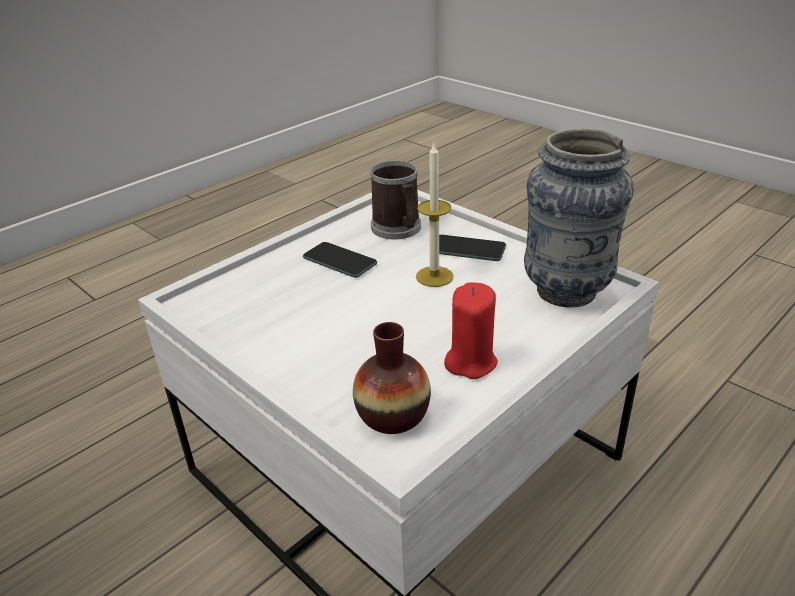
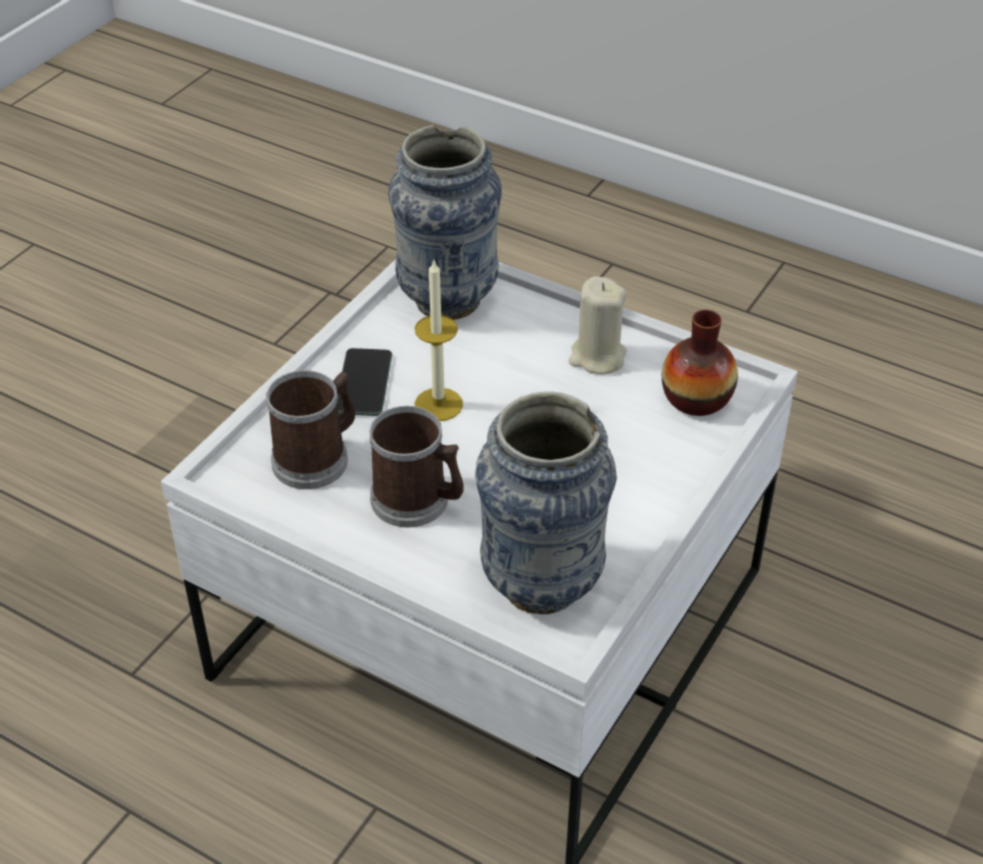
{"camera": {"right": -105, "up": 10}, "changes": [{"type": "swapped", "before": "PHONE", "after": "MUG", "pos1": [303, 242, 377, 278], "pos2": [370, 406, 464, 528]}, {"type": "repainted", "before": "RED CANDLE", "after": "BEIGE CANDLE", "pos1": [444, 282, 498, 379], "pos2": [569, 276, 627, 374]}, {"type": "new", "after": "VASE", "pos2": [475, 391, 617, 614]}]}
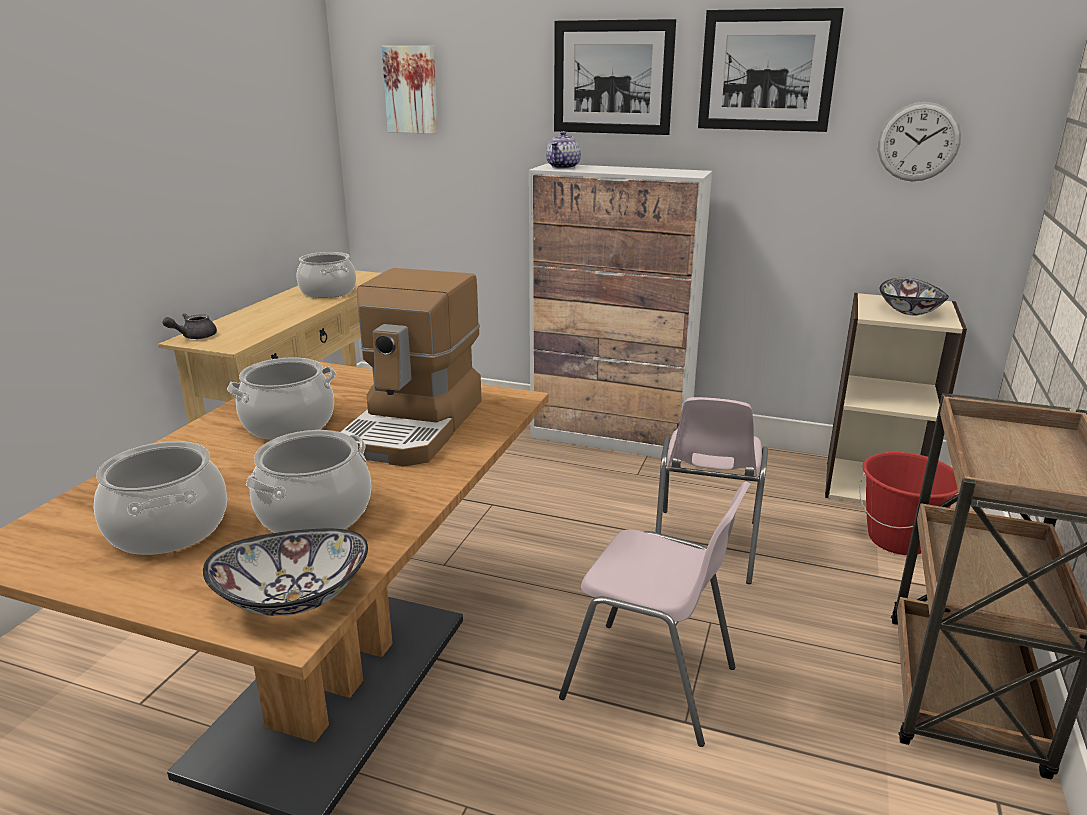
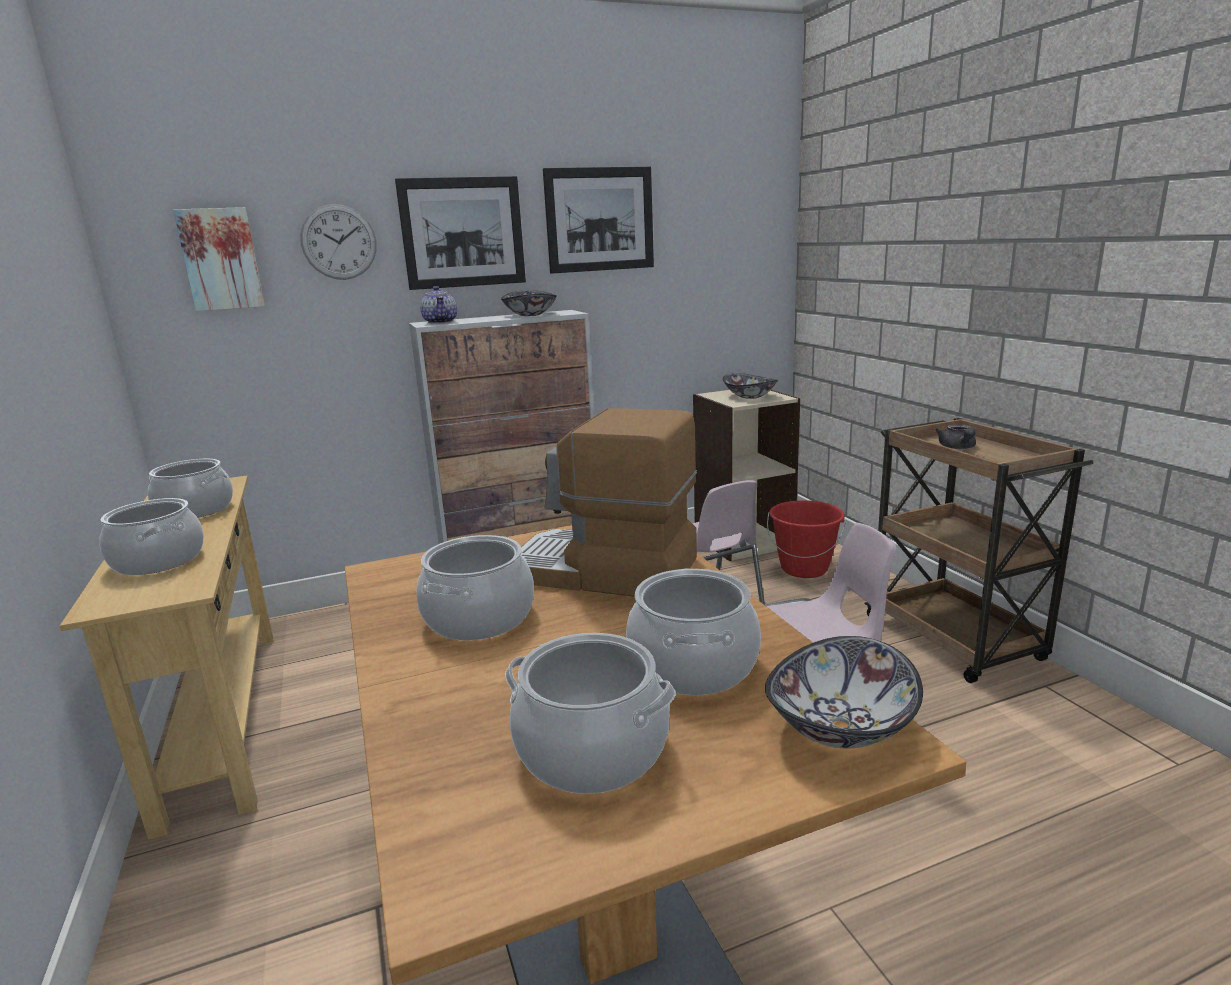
{"camera": {"right": -40, "up": -5}, "changes": [{"type": "shifted", "before": "WALL CLOCK", "pos1": [878, 102, 961, 181], "pos2": [300, 204, 377, 280]}, {"type": "rotated", "before": "COFFEE MACHINE", "pos1": [340, 268, 482, 467], "pos2": [521, 408, 697, 597], "turn": 135}, {"type": "shifted", "before": "GREY TEAPOT", "pos1": [163, 313, 217, 339], "pos2": [936, 424, 976, 449]}, {"type": "new", "after": "BOWL", "pos2": [501, 290, 557, 316]}, {"type": "new", "after": "COOKING POT", "pos2": [99, 498, 204, 575]}]}
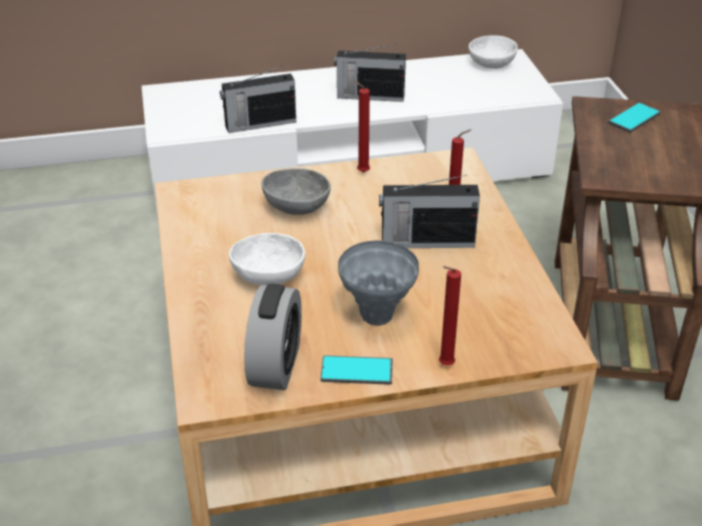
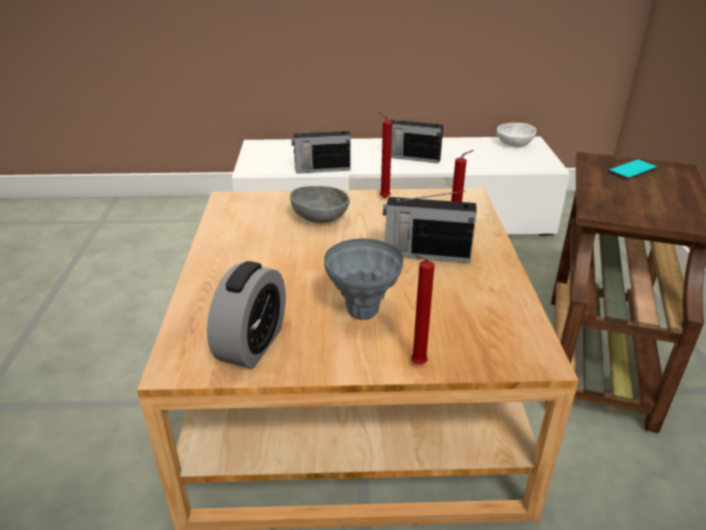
{"camera": {"right": 10, "up": -5}, "changes": [{"type": "gone", "before": "WHITE BOWL", "pos1": [229, 233, 305, 285]}, {"type": "gone", "before": "PHONE", "pos1": [320, 355, 393, 385]}]}
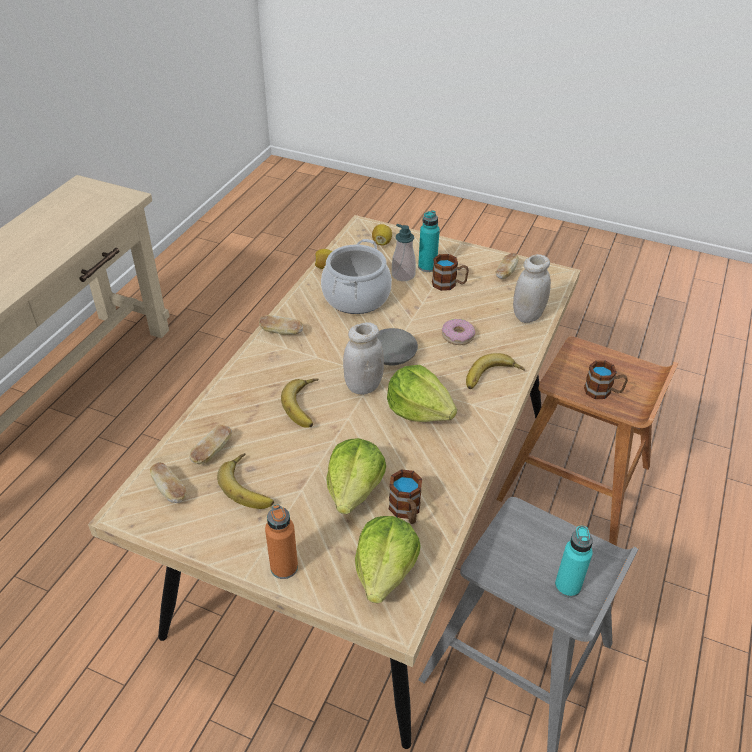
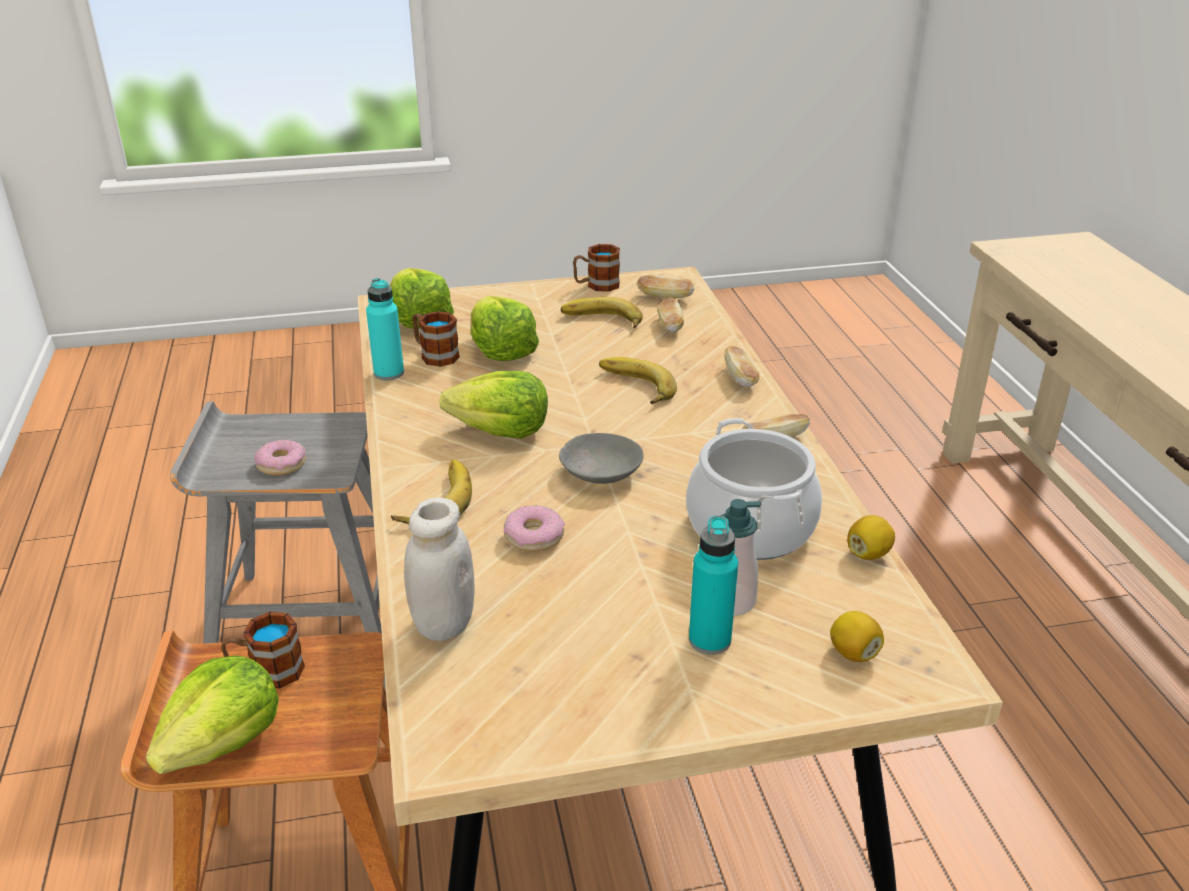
{"camera": {"right": 145, "up": -10}, "changes": [{"type": "shifted", "before": "BREAD", "pos1": [495, 253, 519, 279], "pos2": [724, 346, 760, 387]}, {"type": "shifted", "before": "MUG", "pos1": [432, 254, 469, 291], "pos2": [573, 244, 620, 292]}, {"type": "gone", "before": "WHITE JAR", "pos1": [343, 322, 384, 395]}, {"type": "gone", "before": "ORANGE BOTTLE", "pos1": [265, 505, 298, 579]}, {"type": "shifted", "before": "TURQUOISE BOTTLE", "pos1": [555, 526, 593, 597], "pos2": [366, 278, 404, 380]}, {"type": "new", "after": "DONUT", "pos2": [254, 440, 306, 476]}, {"type": "new", "after": "LETTUCE", "pos2": [146, 655, 279, 774]}]}
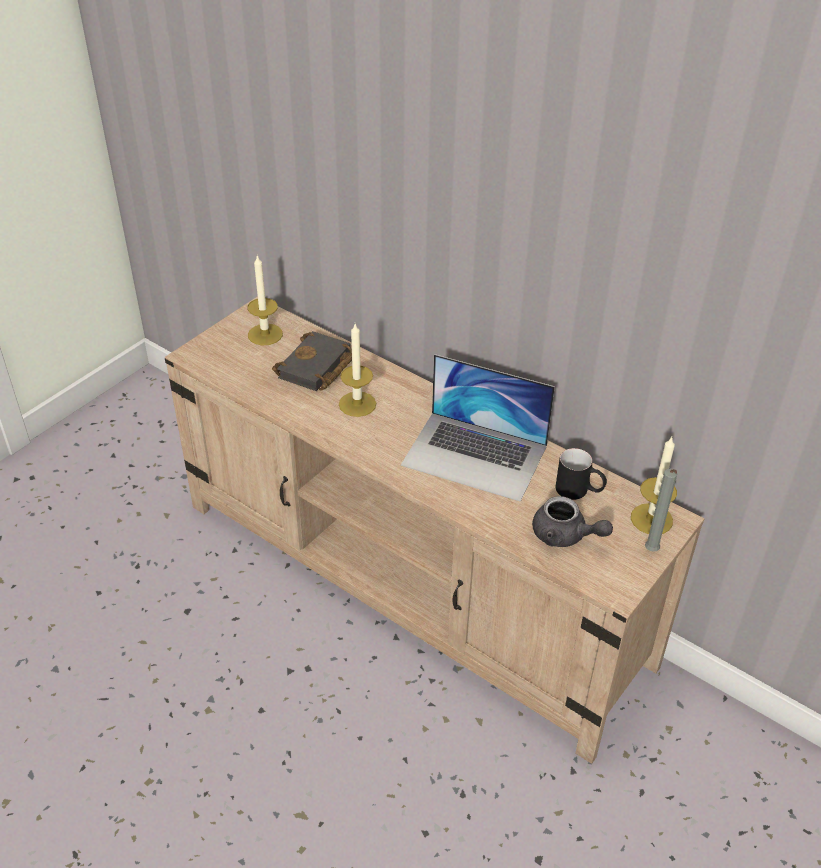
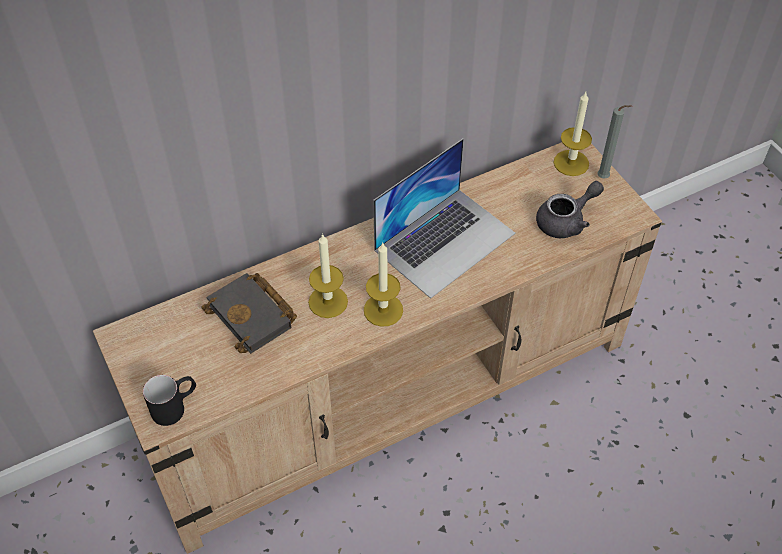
{"camera": {"right": -65, "up": 10}, "changes": [{"type": "shifted", "before": "CANDLE", "pos1": [248, 255, 283, 345], "pos2": [364, 242, 403, 327]}, {"type": "shifted", "before": "BLACK MUG", "pos1": [556, 448, 607, 500], "pos2": [143, 375, 196, 426]}]}
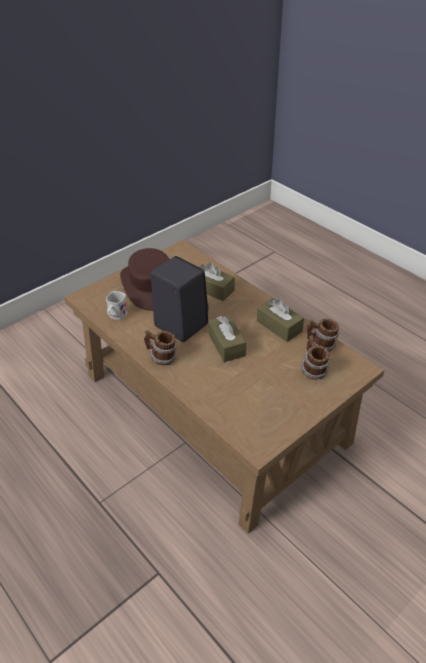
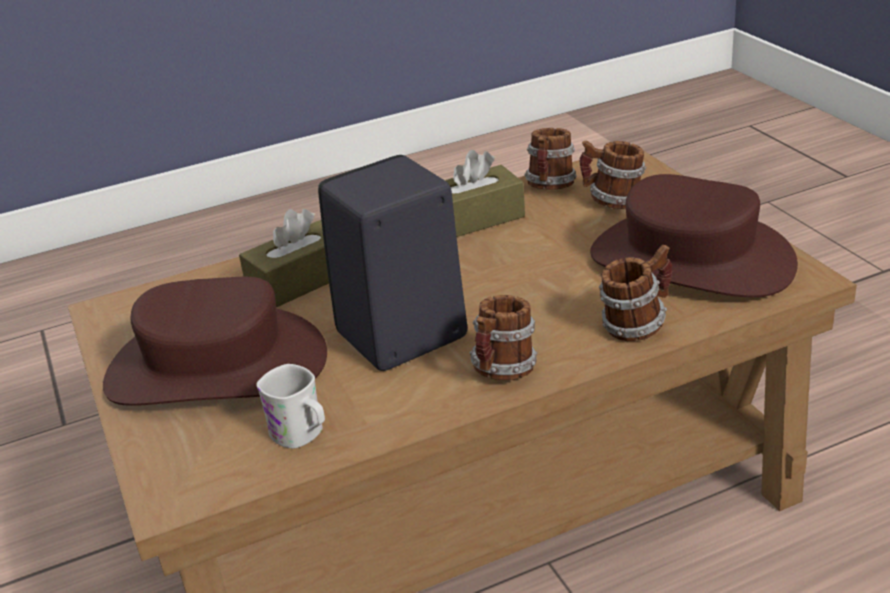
{"camera": {"right": -70, "up": -10}, "changes": [{"type": "gone", "before": "BROWN TISSUE BOX", "pos1": [208, 315, 246, 362]}, {"type": "new", "after": "BROWN HAT", "pos2": [590, 174, 798, 297]}, {"type": "new", "after": "MUG", "pos2": [599, 245, 672, 341]}]}
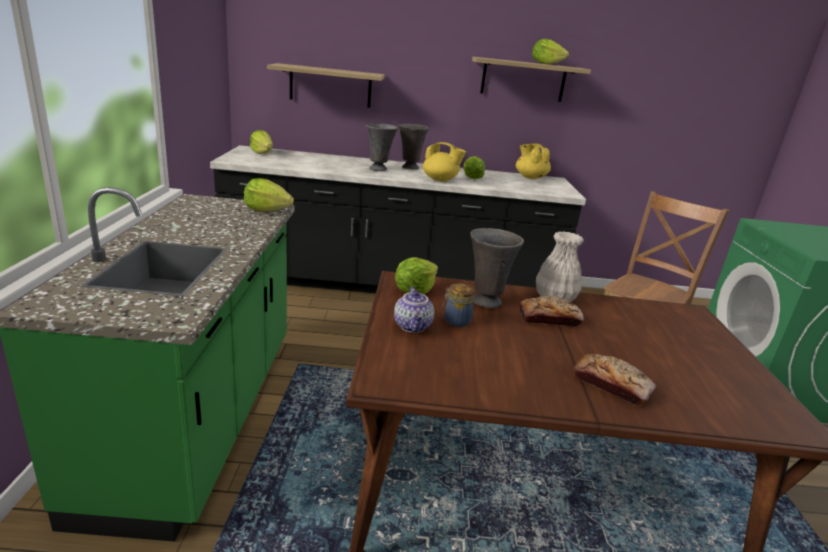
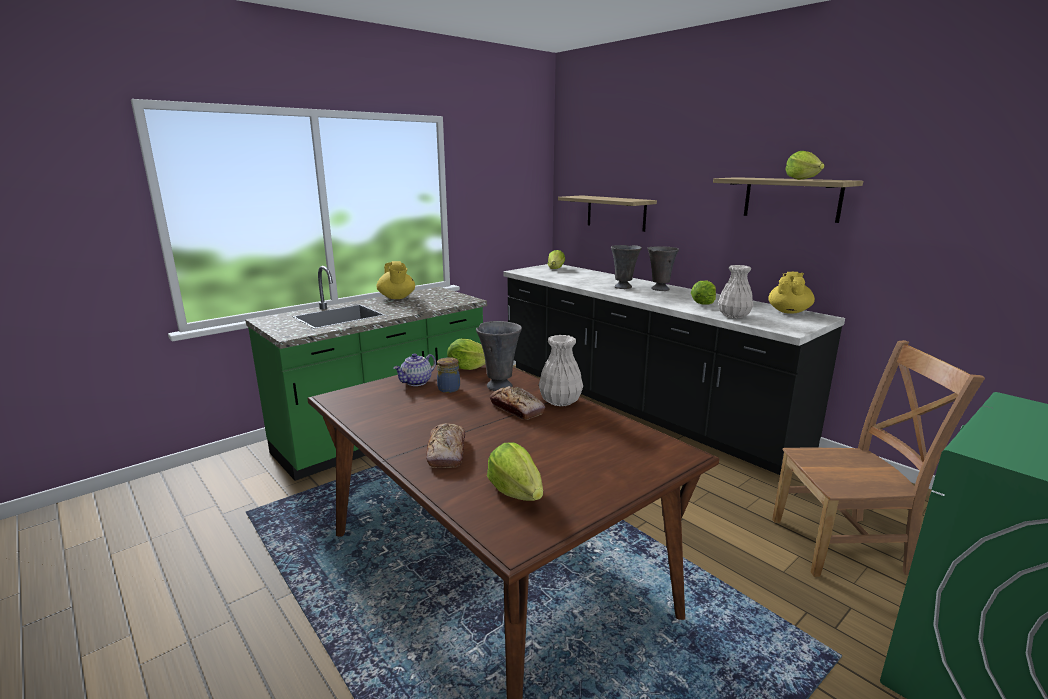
{"camera": {"right": 50, "up": -5}, "changes": [{"type": "shifted", "before": "YELLOW TEAPOT", "pos1": [423, 142, 466, 181], "pos2": [376, 261, 415, 299]}, {"type": "shifted", "before": "LETTUCE", "pos1": [244, 178, 294, 211], "pos2": [487, 442, 543, 501]}, {"type": "new", "after": "WHITE VASE", "pos2": [718, 265, 753, 318]}]}
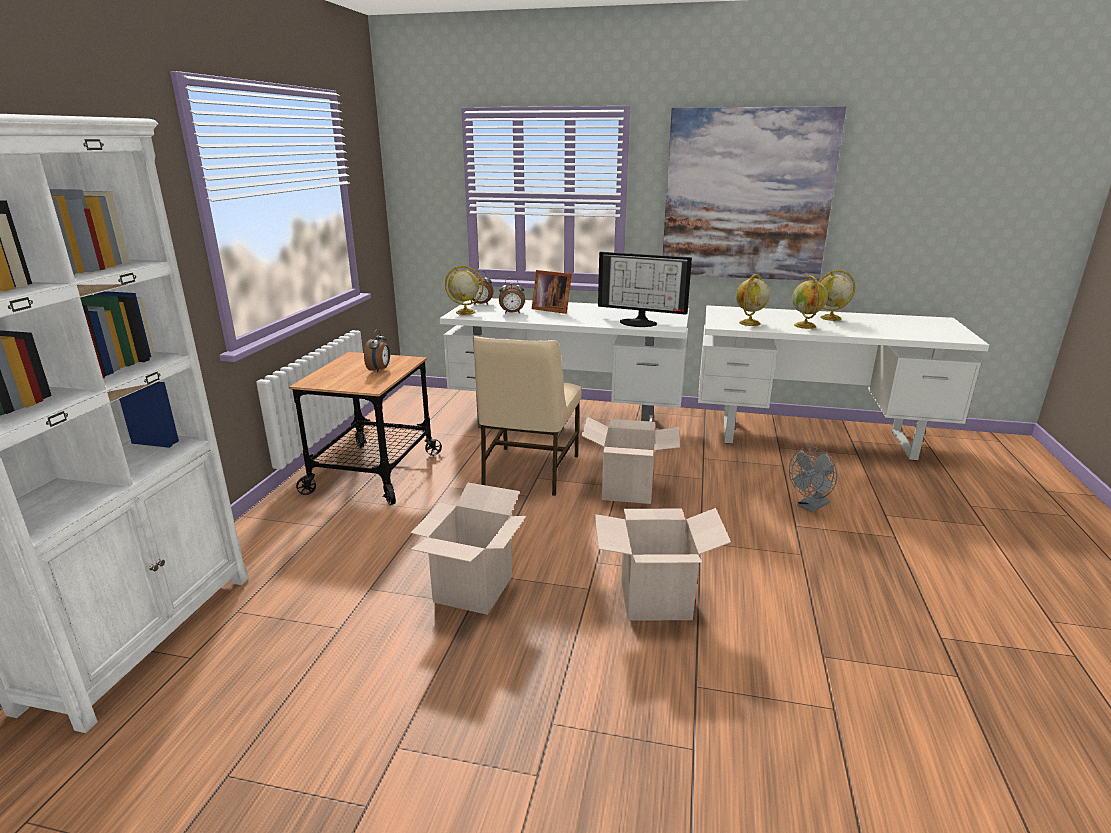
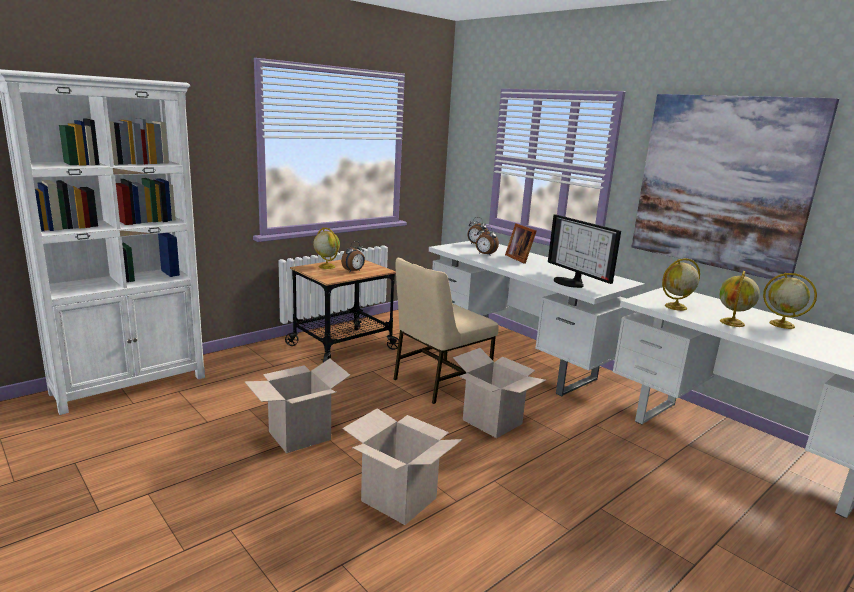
{"camera": {"right": 35, "up": -5}, "changes": [{"type": "shifted", "before": "GLOBE", "pos1": [445, 266, 484, 315], "pos2": [313, 227, 340, 269]}, {"type": "gone", "before": "GREY FAN", "pos1": [789, 447, 837, 512]}]}
